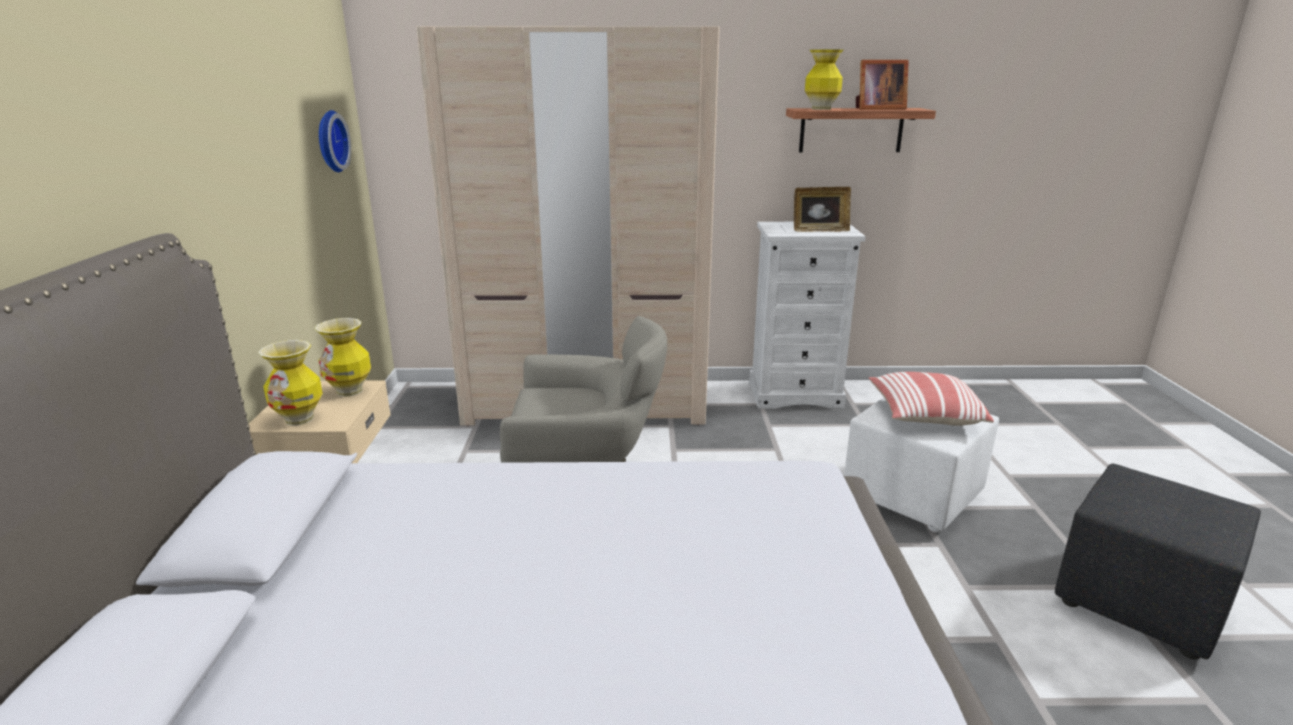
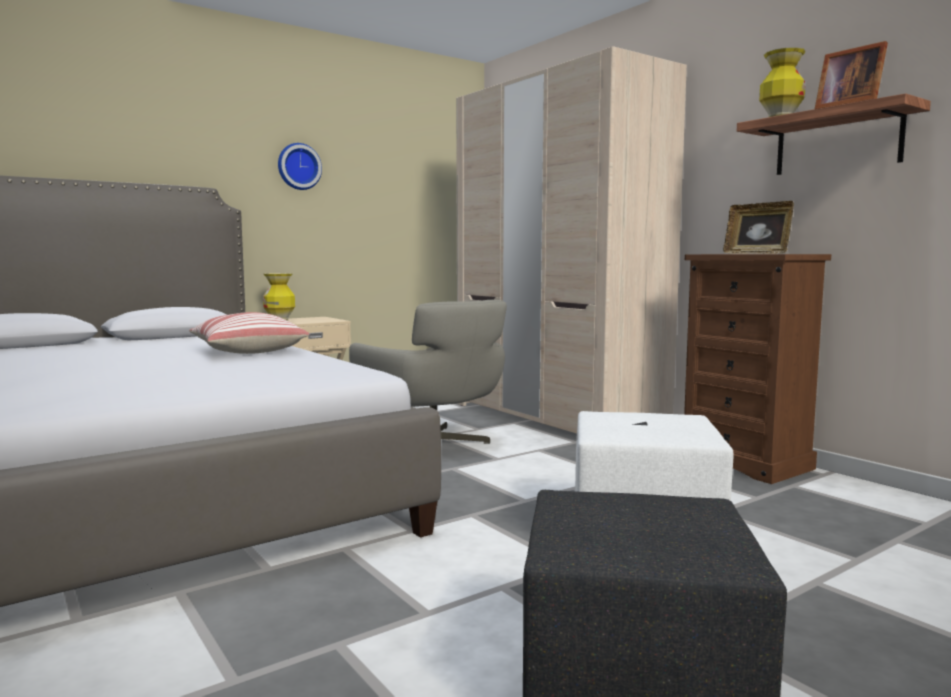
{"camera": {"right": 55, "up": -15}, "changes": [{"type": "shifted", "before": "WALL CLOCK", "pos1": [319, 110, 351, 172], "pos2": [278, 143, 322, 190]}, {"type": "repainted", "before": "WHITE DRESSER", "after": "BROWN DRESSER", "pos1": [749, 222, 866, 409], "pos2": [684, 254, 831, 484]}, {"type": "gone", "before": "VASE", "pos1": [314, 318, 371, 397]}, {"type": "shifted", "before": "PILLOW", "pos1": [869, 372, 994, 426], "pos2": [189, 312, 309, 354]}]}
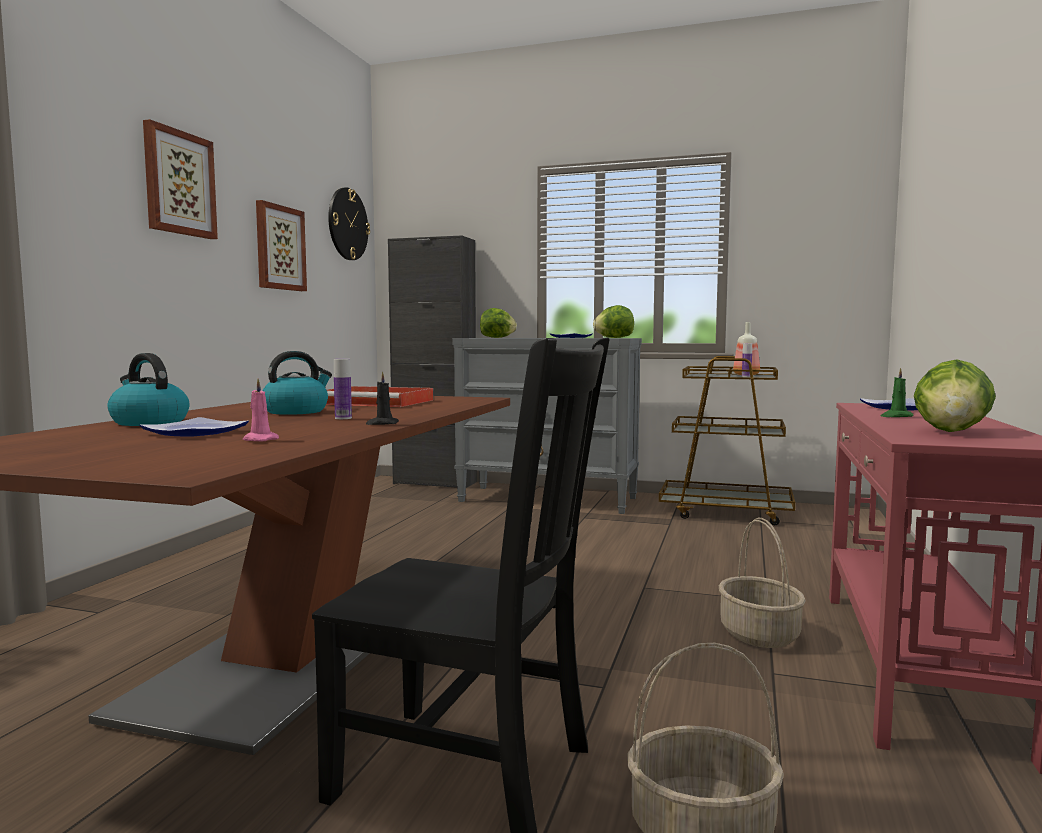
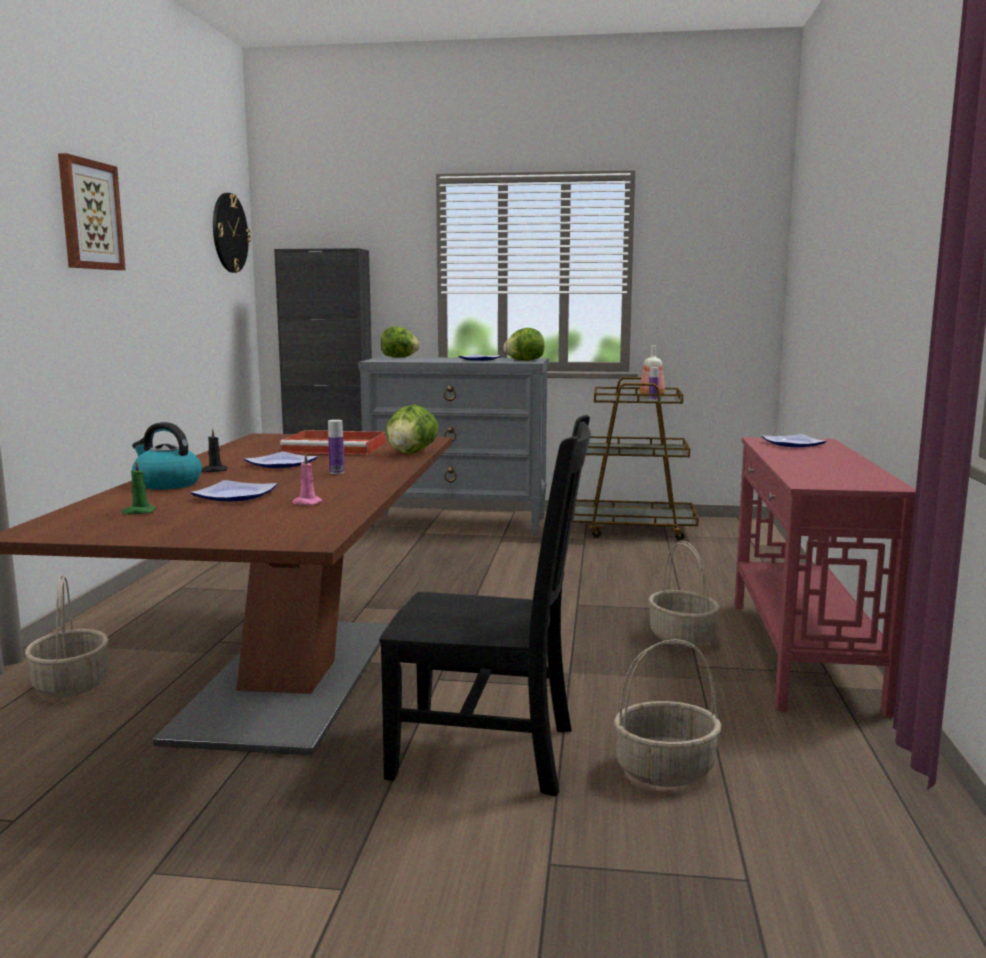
{"camera": {"right": -10, "up": 5}, "changes": [{"type": "gone", "before": "PICTURE", "pos1": [256, 200, 307, 291]}, {"type": "swapped", "before": "KETTLE", "after": "PLATE", "pos1": [263, 351, 332, 415], "pos2": [244, 451, 318, 468]}, {"type": "shifted", "before": "LETTUCE", "pos1": [914, 359, 996, 432], "pos2": [386, 404, 439, 454]}, {"type": "shifted", "before": "GREEN CANDLE", "pos1": [881, 368, 914, 417], "pos2": [122, 460, 157, 514]}, {"type": "shifted", "before": "BLACK CANDLE", "pos1": [366, 371, 399, 425], "pos2": [201, 428, 228, 472]}, {"type": "new", "after": "BASKET", "pos2": [25, 575, 109, 698]}]}
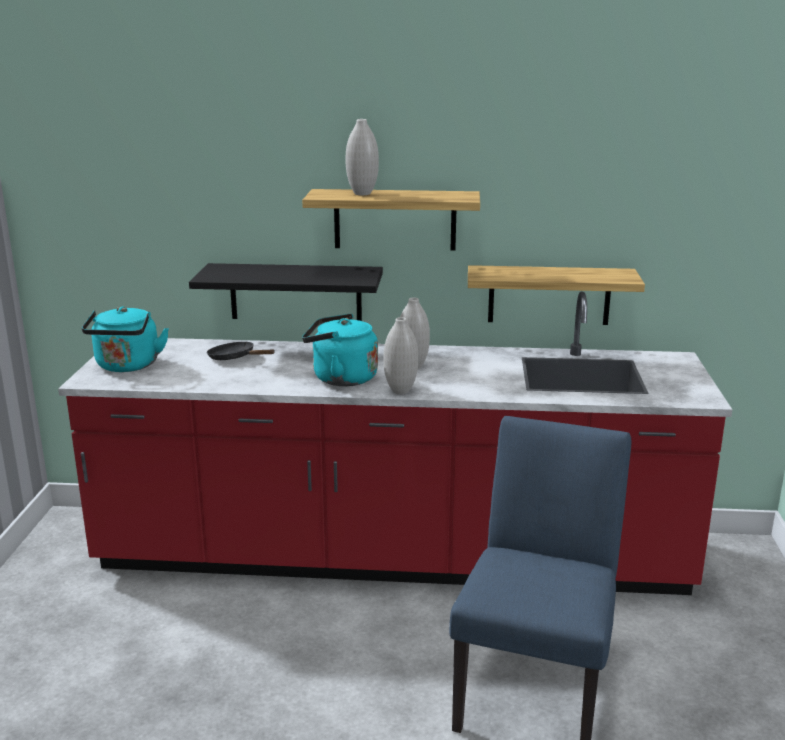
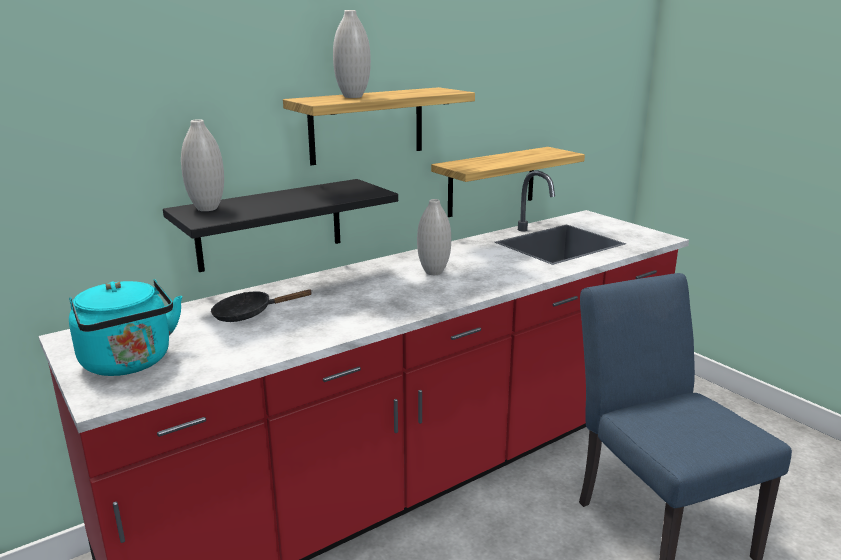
{"camera": {"right": -40, "up": 0}, "changes": [{"type": "gone", "before": "TURQUOISE KETTLE", "pos1": [302, 314, 378, 386]}, {"type": "shifted", "before": "WHITE VASE", "pos1": [384, 317, 418, 394], "pos2": [181, 119, 224, 211]}]}
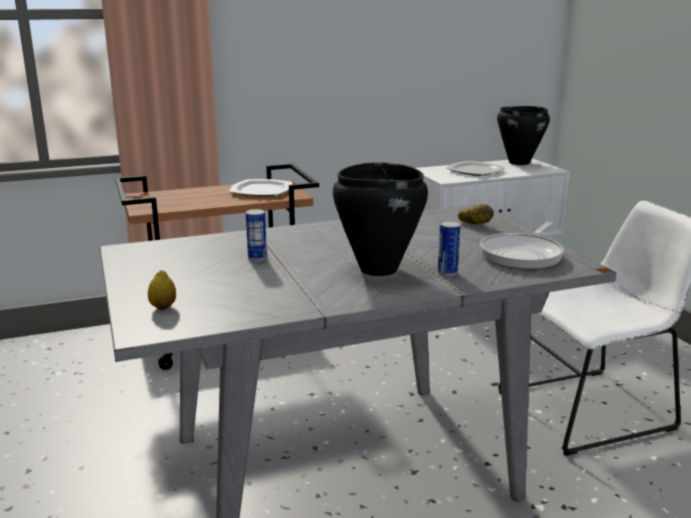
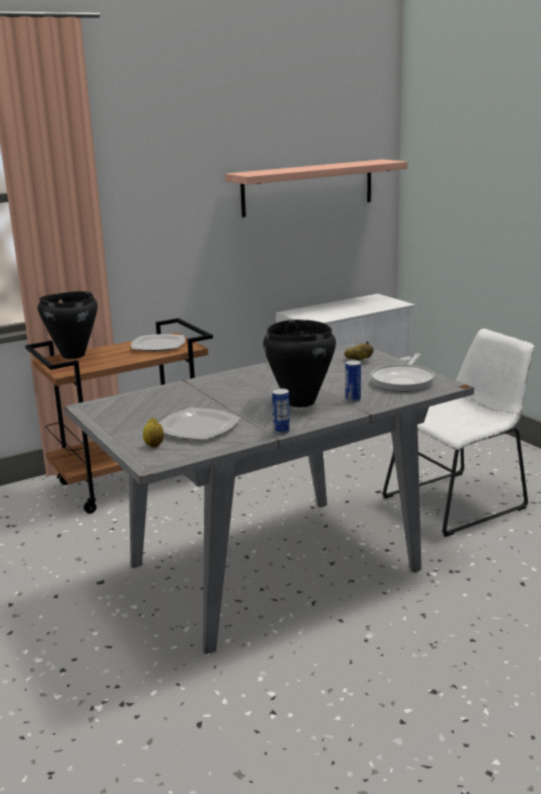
{"camera": {"right": -10, "up": 0}, "changes": [{"type": "shifted", "before": "BLACK COOKING POT", "pos1": [497, 106, 550, 165], "pos2": [38, 291, 98, 359]}, {"type": "shifted", "before": "PLATE", "pos1": [446, 161, 505, 176], "pos2": [159, 408, 241, 440]}, {"type": "shifted", "before": "CAN", "pos1": [246, 209, 267, 262], "pos2": [272, 388, 290, 435]}, {"type": "new", "after": "SHELF", "pos2": [225, 159, 408, 217]}]}
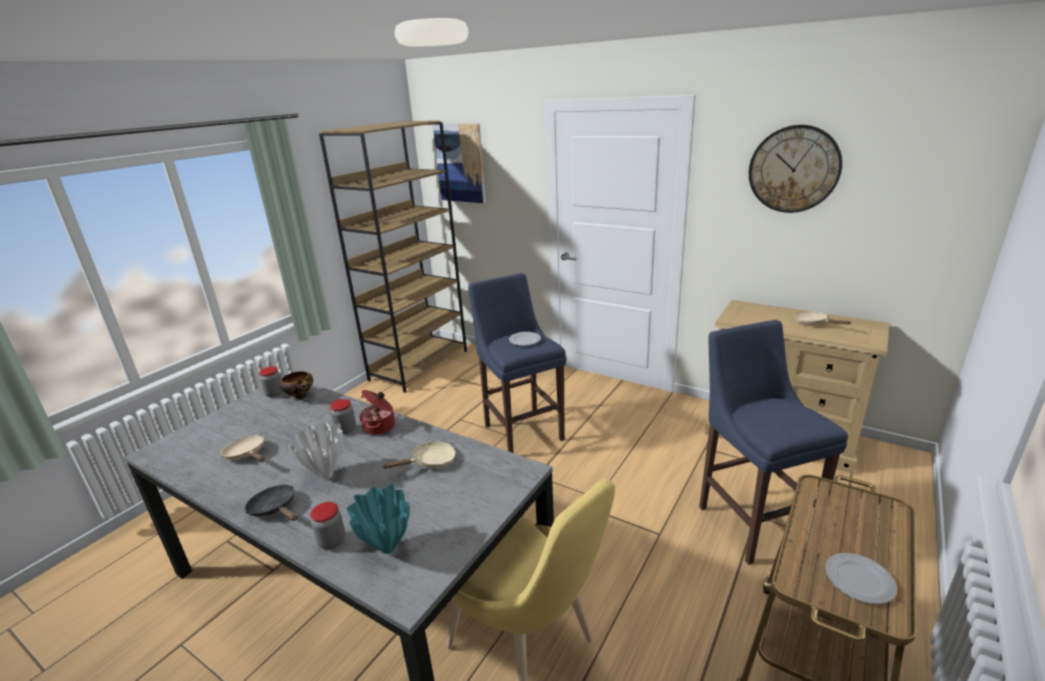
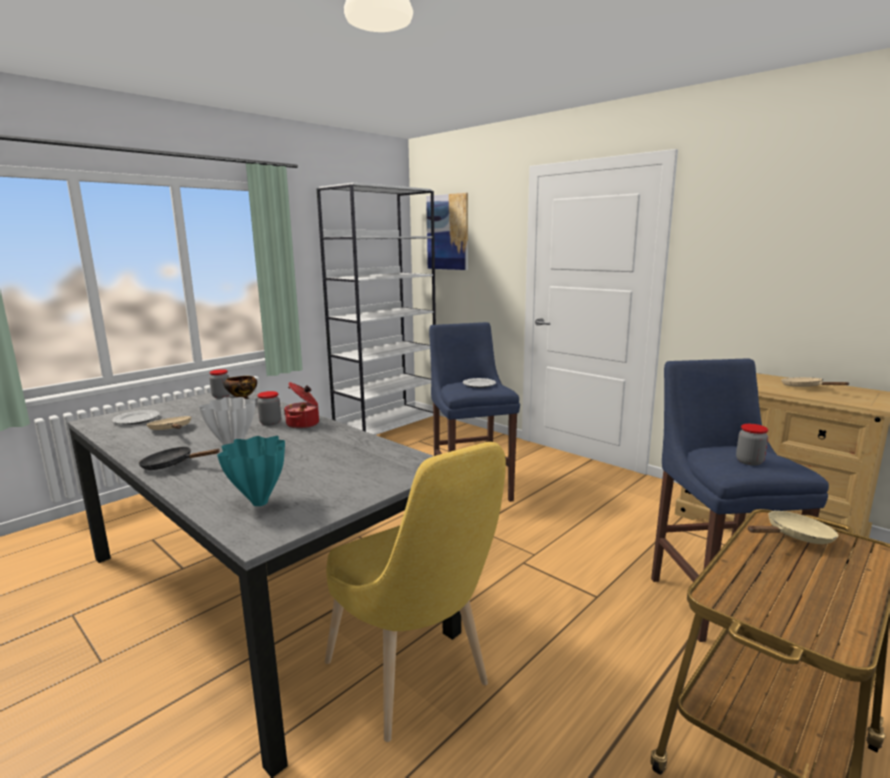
{"camera": {"right": 10, "up": -10}, "changes": [{"type": "repainted", "before": "BROWN BOOKCASE", "after": "WHITE BOOKCASE", "pos1": [319, 121, 467, 393], "pos2": [317, 183, 436, 435]}, {"type": "gone", "before": "WALL CLOCK", "pos1": [749, 125, 842, 213]}, {"type": "shifted", "before": "BEIGE FRYING PAN", "pos1": [382, 441, 456, 469], "pos2": [748, 510, 838, 544]}, {"type": "rotated", "before": "BLACK FRYING PAN", "pos1": [245, 485, 298, 521], "pos2": [139, 447, 220, 470], "turn": -45}, {"type": "shifted", "before": "JAR", "pos1": [310, 502, 345, 549], "pos2": [736, 424, 768, 466]}, {"type": "shifted", "before": "PLATE", "pos1": [825, 553, 897, 604], "pos2": [112, 410, 160, 425]}]}
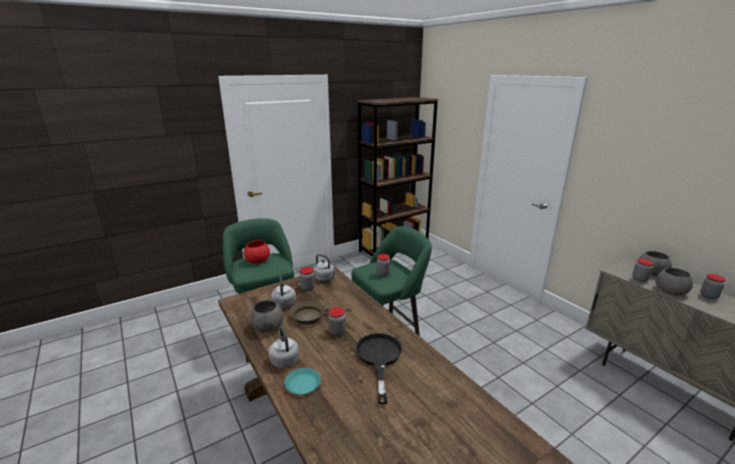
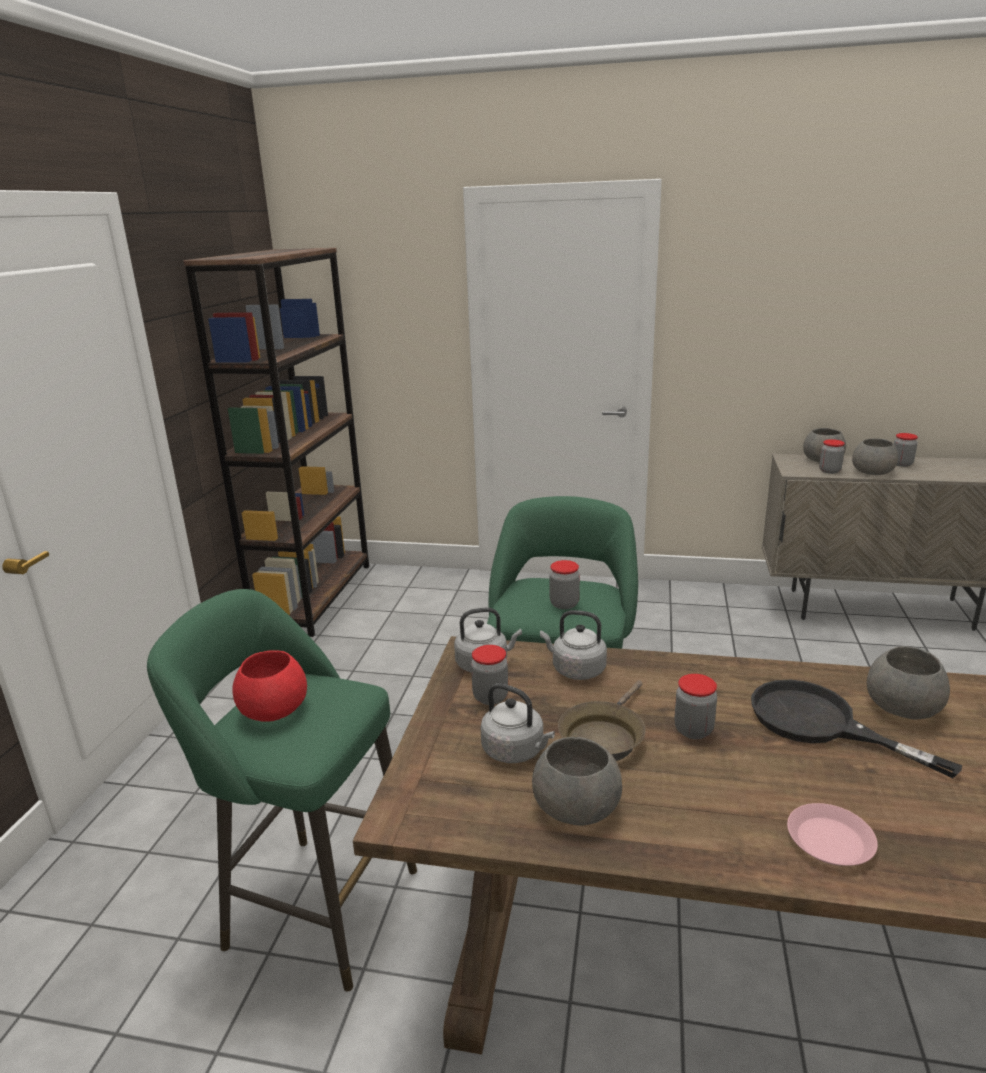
{"camera": {"right": -45, "up": 0}, "changes": [{"type": "shifted", "before": "GREY KETTLE", "pos1": [269, 327, 300, 368], "pos2": [540, 610, 607, 680]}, {"type": "repainted", "before": "TURQUOISE PLATE", "after": "PINK PLATE", "pos1": [285, 368, 321, 394], "pos2": [787, 803, 878, 866]}, {"type": "new", "after": "GREY BOWL", "pos2": [867, 646, 950, 720]}]}
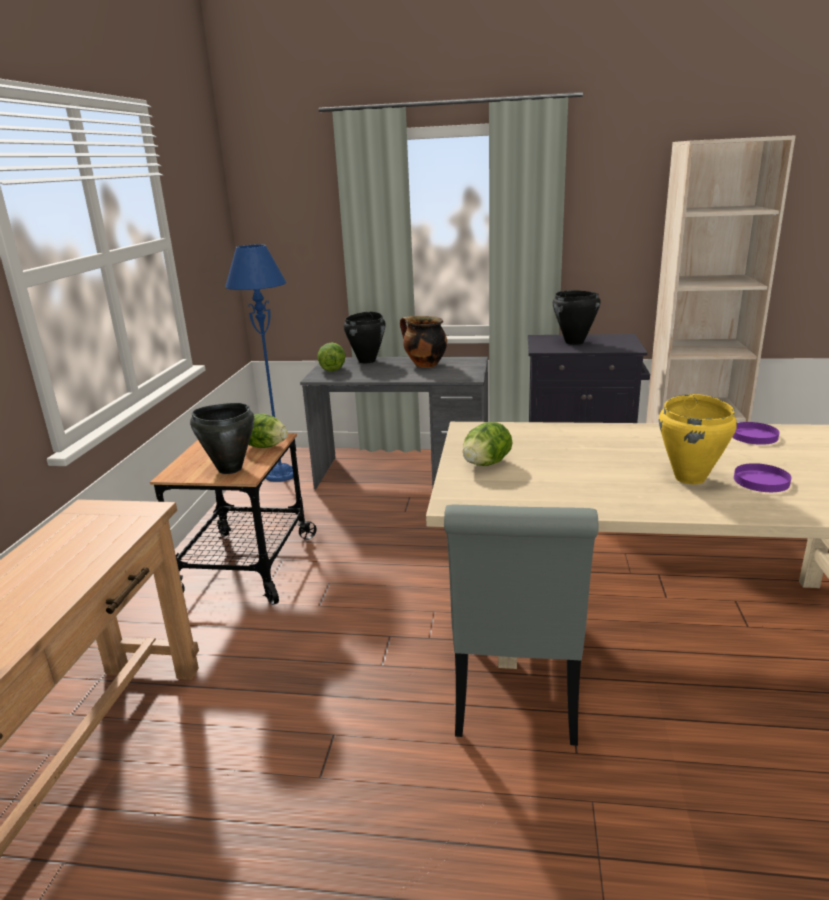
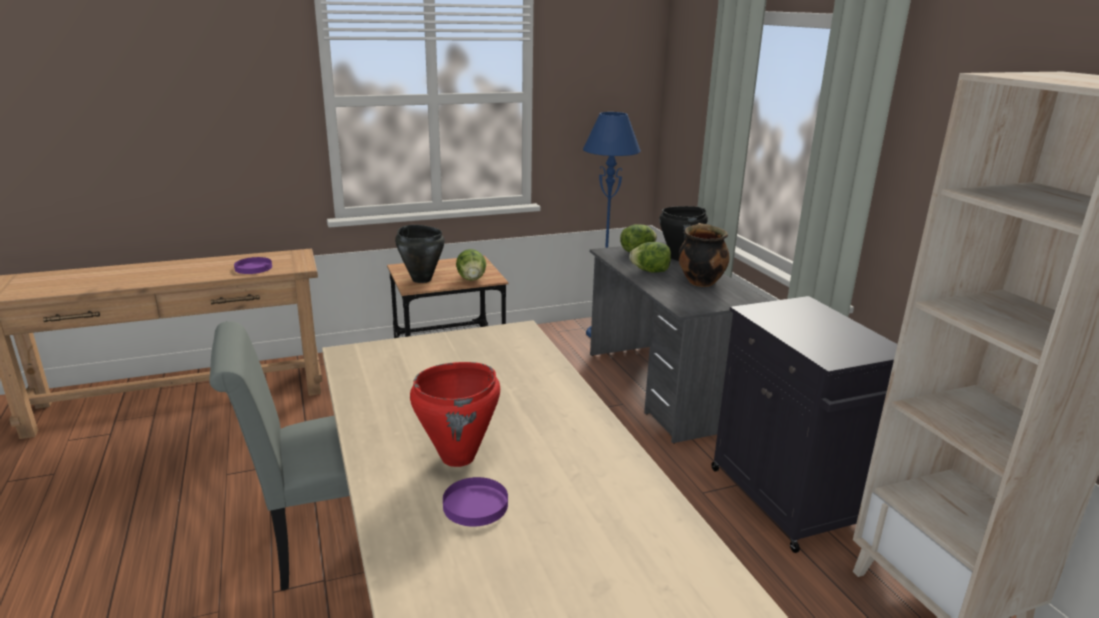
{"camera": {"right": 60, "up": 0}, "changes": [{"type": "gone", "before": "BLACK COOKING POT", "pos1": [553, 290, 601, 345]}, {"type": "repainted", "before": "YELLOW COOKING POT", "after": "RED COOKING POT", "pos1": [659, 394, 737, 484], "pos2": [410, 362, 500, 467]}, {"type": "shifted", "before": "LETTUCE", "pos1": [463, 422, 512, 466], "pos2": [629, 242, 671, 273]}, {"type": "shifted", "before": "PURPLE PLATE", "pos1": [732, 422, 780, 445], "pos2": [234, 257, 272, 274]}]}
